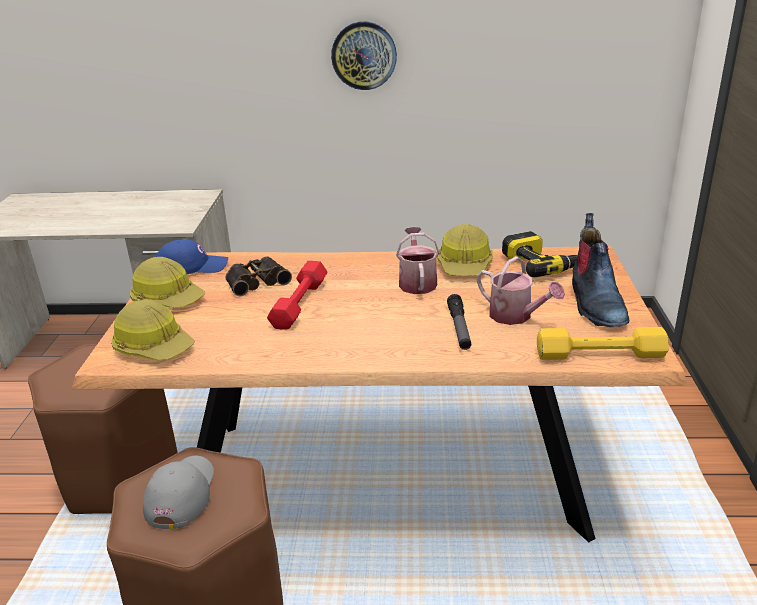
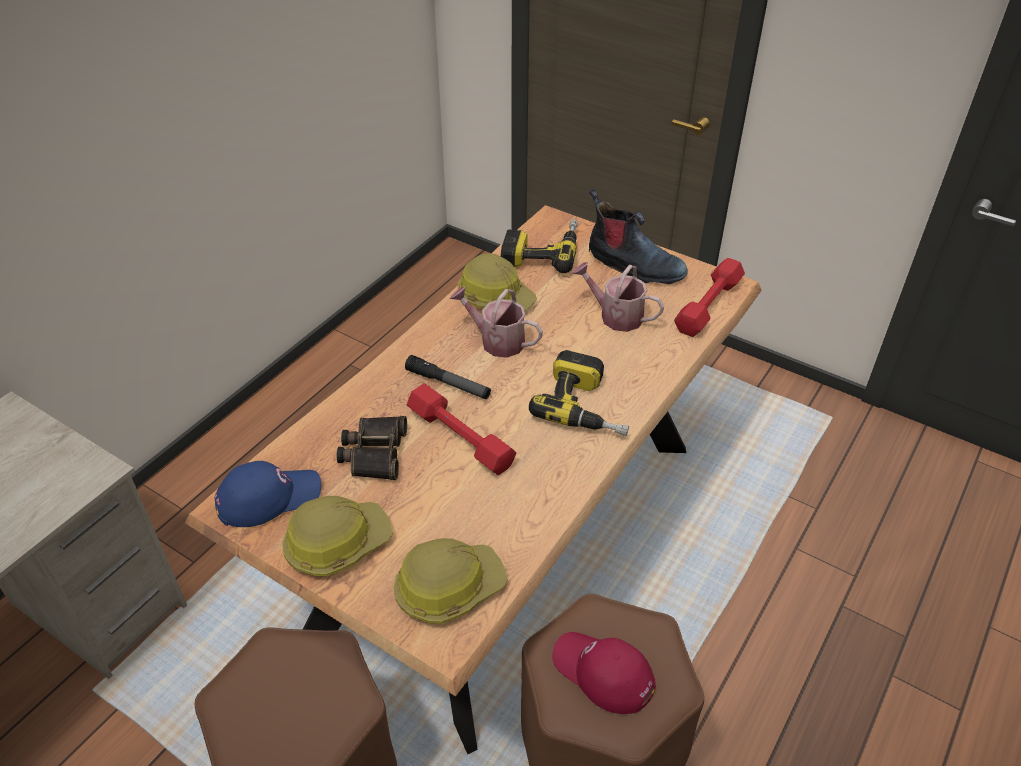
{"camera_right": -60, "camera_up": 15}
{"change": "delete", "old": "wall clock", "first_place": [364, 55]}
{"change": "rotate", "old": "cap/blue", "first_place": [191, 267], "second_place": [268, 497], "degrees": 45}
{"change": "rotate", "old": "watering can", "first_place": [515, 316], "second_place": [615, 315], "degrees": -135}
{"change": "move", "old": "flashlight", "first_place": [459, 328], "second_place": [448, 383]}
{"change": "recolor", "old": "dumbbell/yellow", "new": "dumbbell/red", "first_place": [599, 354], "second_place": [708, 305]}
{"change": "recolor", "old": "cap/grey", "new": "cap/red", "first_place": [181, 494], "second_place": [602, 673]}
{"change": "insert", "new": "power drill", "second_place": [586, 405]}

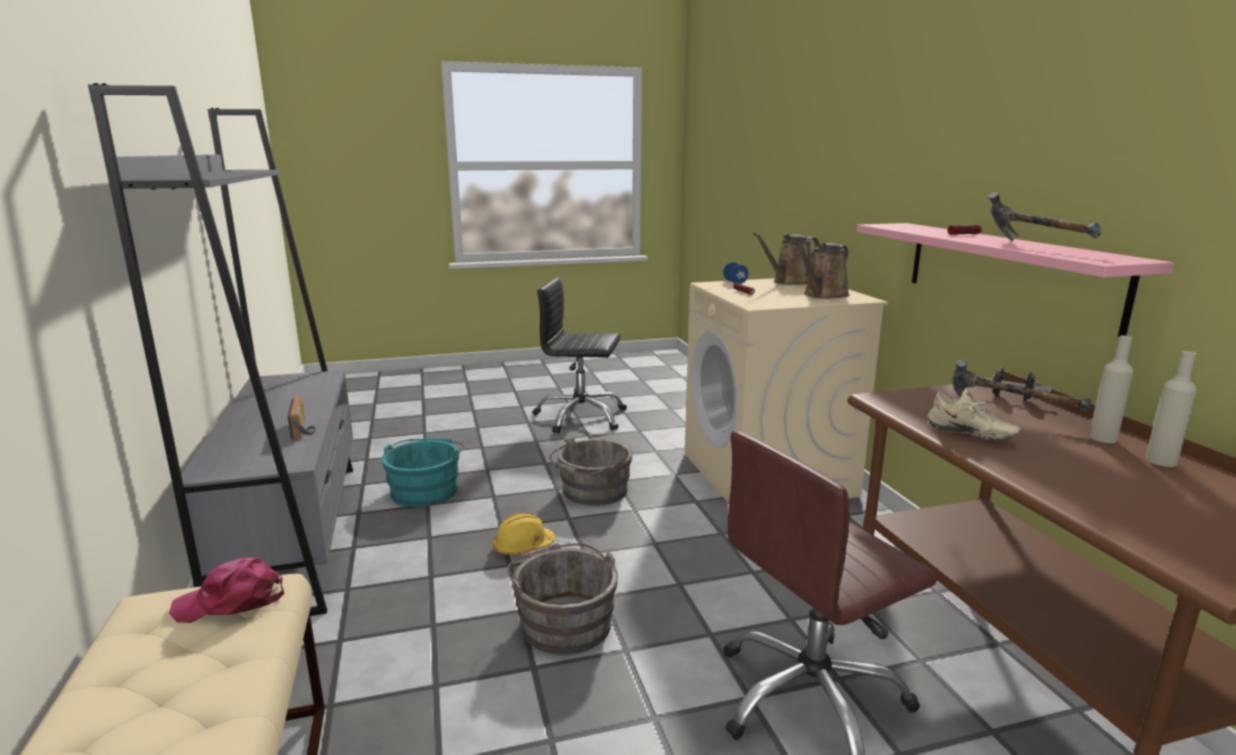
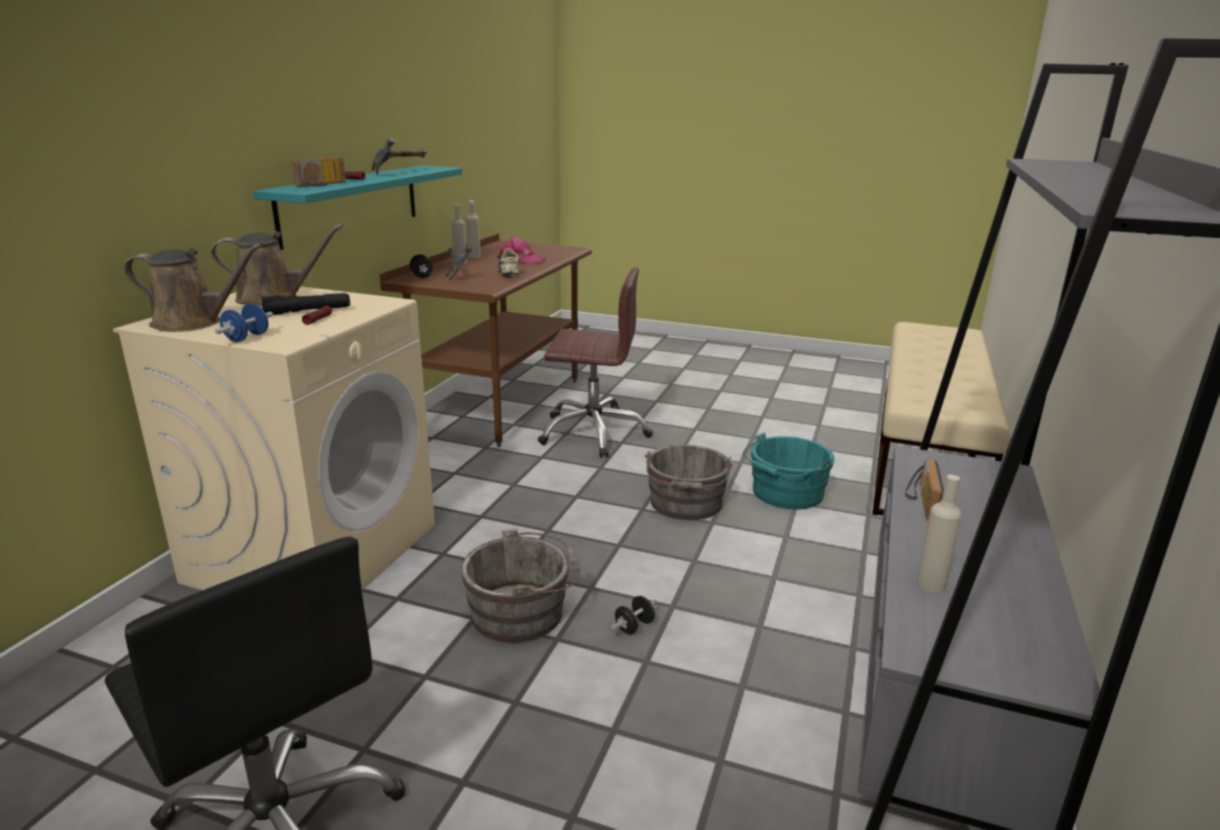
{"camera_right": -145, "camera_up": 5}
{"change": "recolor", "old": "shelf/pink", "new": "shelf/turquoise", "first_place": [1006, 272], "second_place": [351, 204]}
{"change": "move", "old": "bucket/turquoise", "first_place": [426, 490], "second_place": [784, 494]}
{"change": "delete", "old": "hard hat/yellow", "first_place": [523, 547]}
{"change": "move", "old": "cap/pink", "first_place": [231, 601], "second_place": [520, 260]}
{"change": "insert", "new": "radio", "second_place": [323, 185]}
{"change": "insert", "new": "flashlight/black", "second_place": [308, 311]}
{"change": "insert", "new": "bottle/beige", "second_place": [931, 584]}
{"change": "insert", "new": "dumbbell/black", "second_place": [634, 627]}

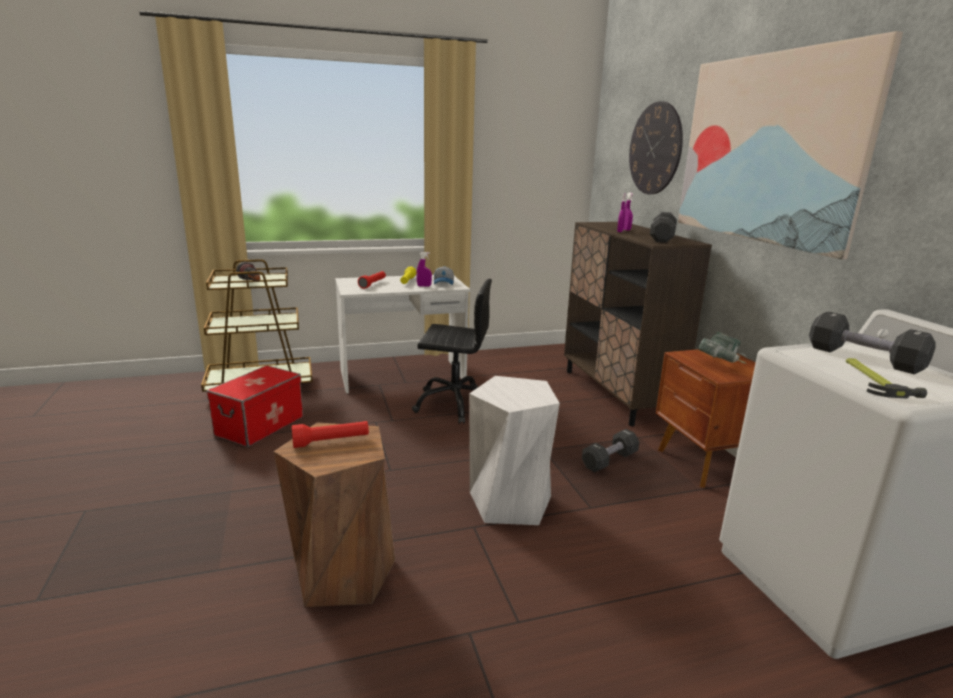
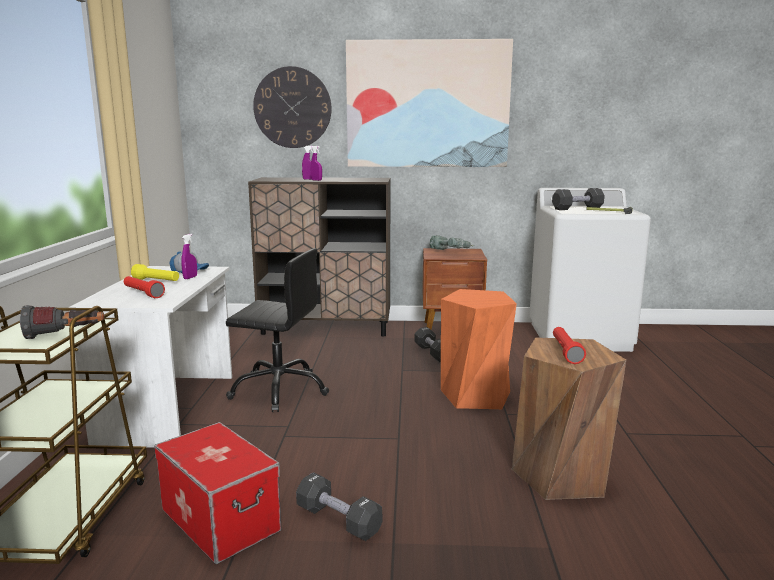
{"camera_right": -70, "camera_up": -5}
{"change": "move", "old": "dumbbell/black", "first_place": [662, 238], "second_place": [338, 520]}
{"change": "rotate", "old": "office chair/black", "first_place": [455, 403], "second_place": [279, 390], "degrees": 75}
{"change": "recolor", "old": "stool/white", "new": "stool/orange", "first_place": [510, 502], "second_place": [476, 395]}

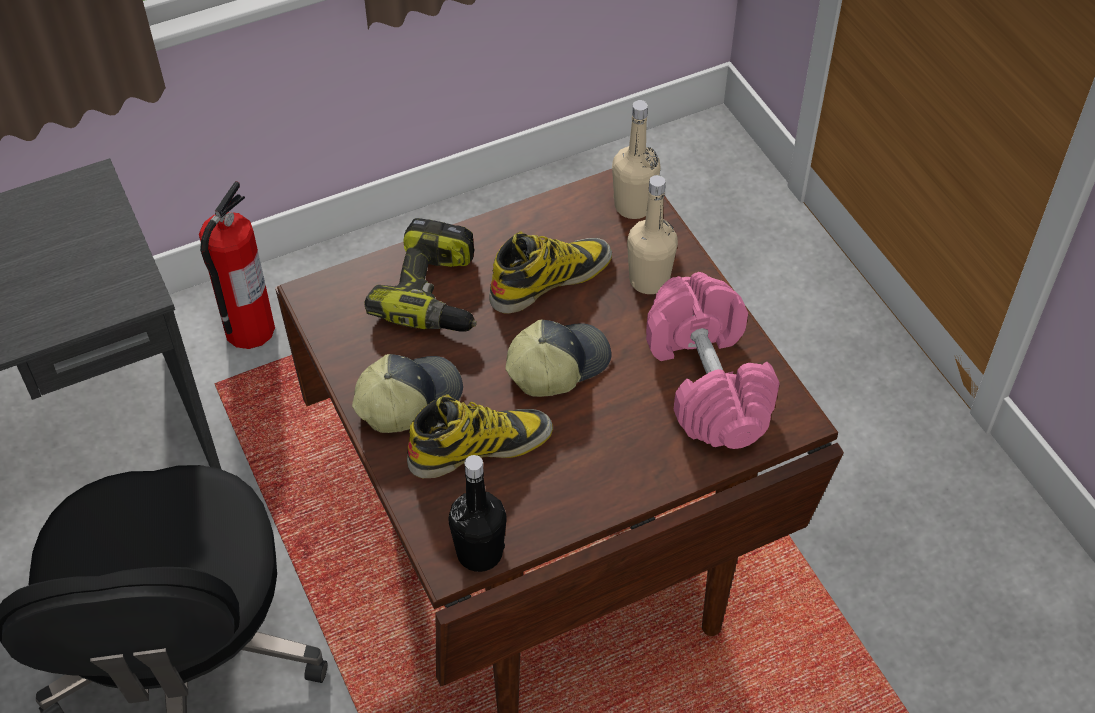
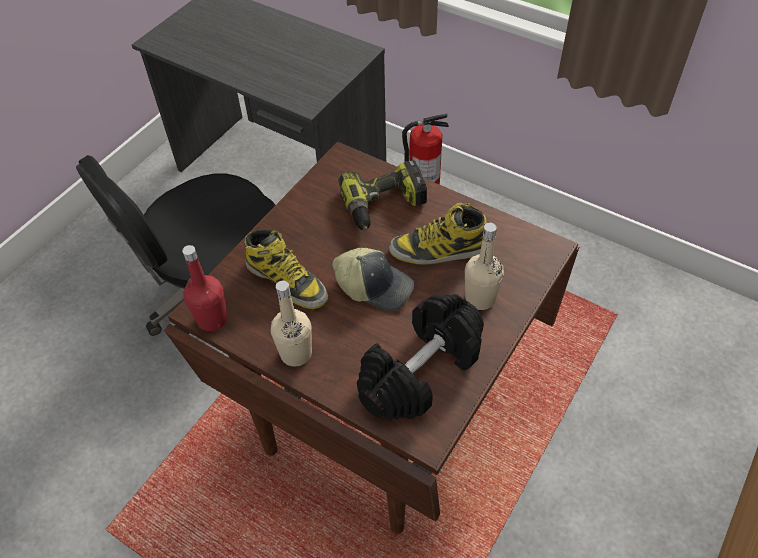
{"camera_right": 60, "camera_up": 0}
{"change": "move", "old": "bottle/beige", "first_place": [633, 206], "second_place": [296, 353]}
{"change": "rotate", "old": "boot", "first_place": [550, 279], "second_place": [438, 250], "degrees": 150}
{"change": "recolor", "old": "dumbbell/pink", "new": "dumbbell/black", "first_place": [709, 382], "second_place": [421, 372]}
{"change": "delete", "old": "cap", "first_place": [407, 399]}
{"change": "recolor", "old": "bottle/black", "new": "bottle/red", "first_place": [479, 553], "second_place": [212, 319]}

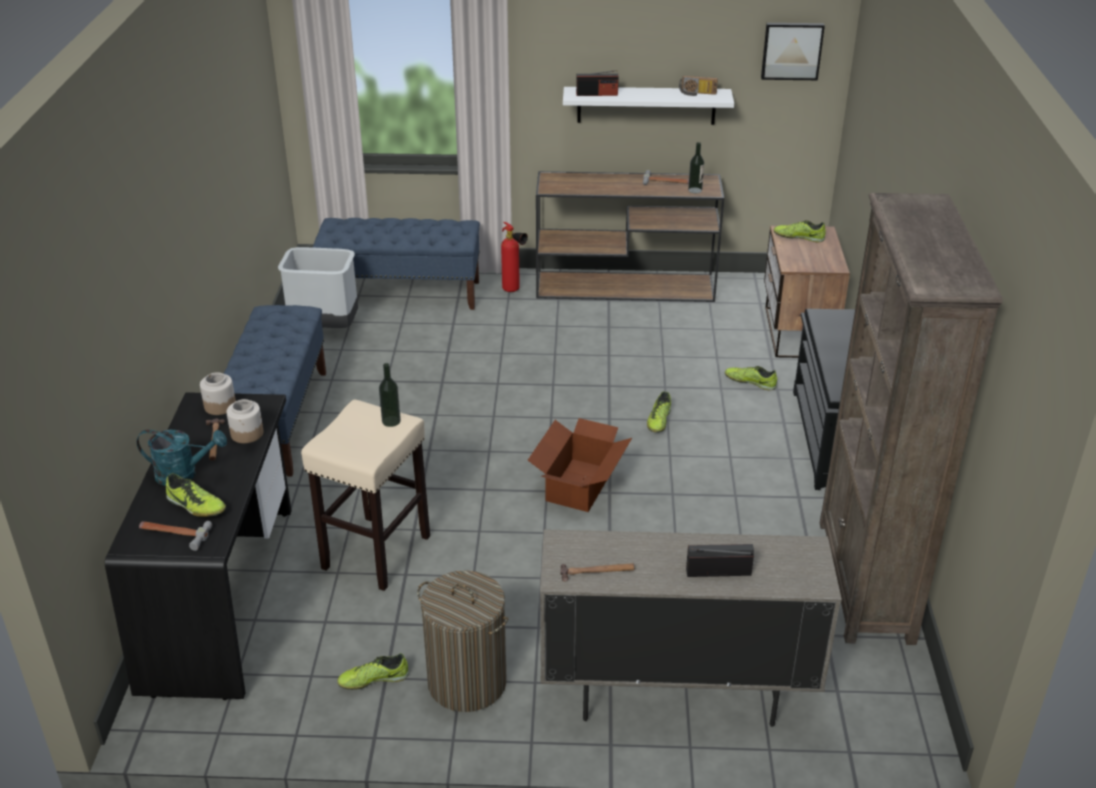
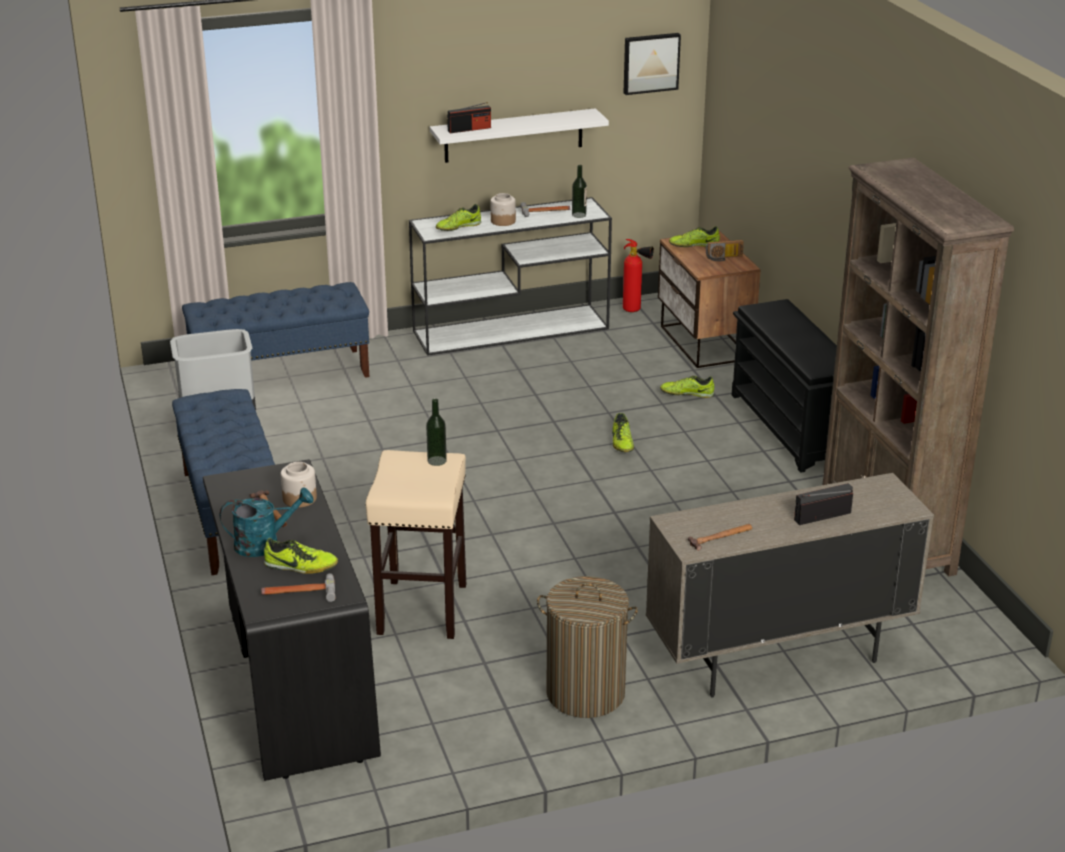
{"camera_right": -20, "camera_up": -5}
{"change": "move", "old": "radio", "first_place": [697, 94], "second_place": [724, 258]}
{"change": "recolor", "old": "console table/brown", "new": "console table/white", "first_place": [626, 286], "second_place": [512, 329]}
{"change": "move", "old": "fire extinguisher", "first_place": [514, 291], "second_place": [635, 311]}
{"change": "move", "old": "jar", "first_place": [220, 406], "second_place": [502, 221]}
{"change": "delete", "old": "cardboard box", "first_place": [578, 485]}
{"change": "move", "old": "shoe", "first_place": [373, 679], "second_place": [458, 227]}

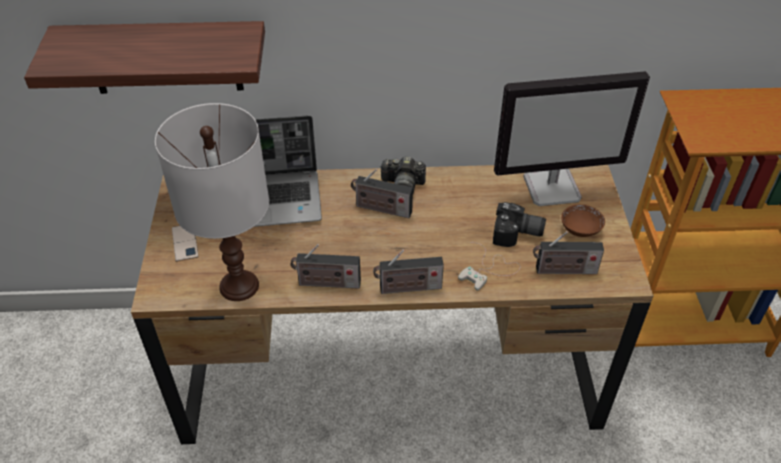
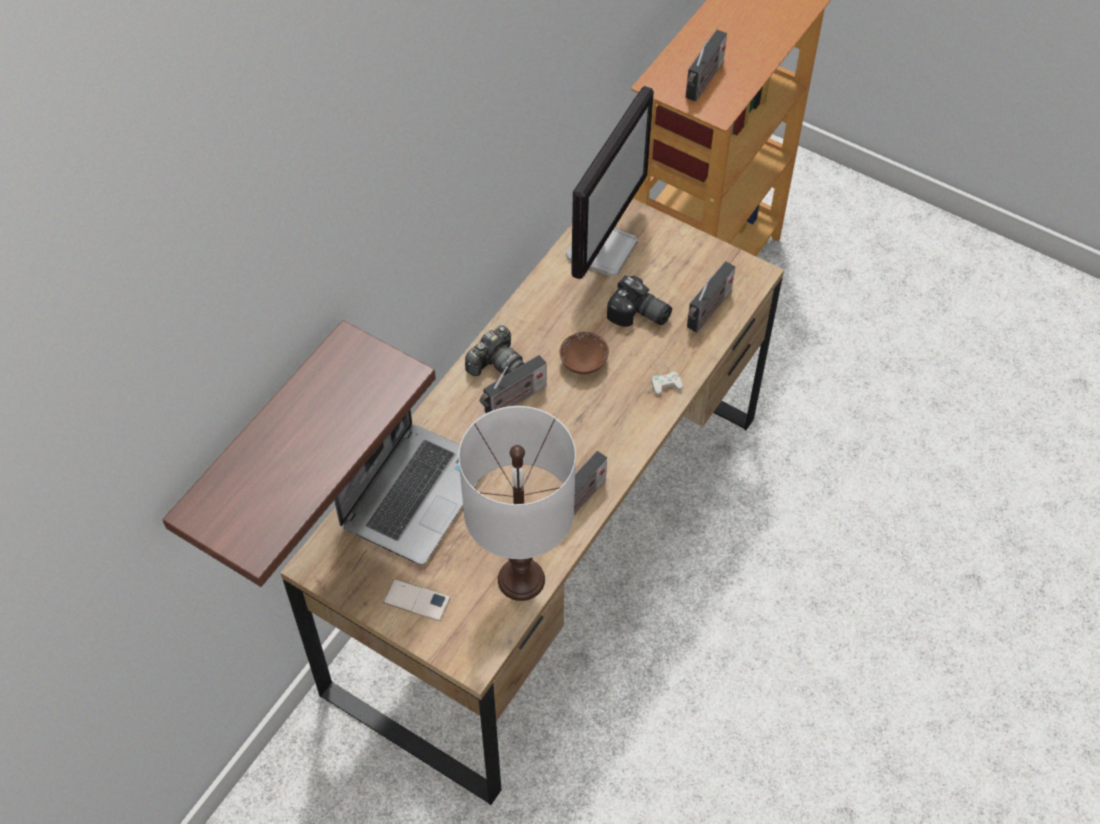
{"camera_right": -55, "camera_up": 10}
{"change": "rotate", "old": "photo camera", "first_place": [517, 235], "second_place": [639, 315], "degrees": 75}
{"change": "move", "old": "bowl/brown", "first_place": [580, 229], "second_place": [584, 362]}
{"change": "move", "old": "radio", "first_place": [407, 288], "second_place": [704, 82]}

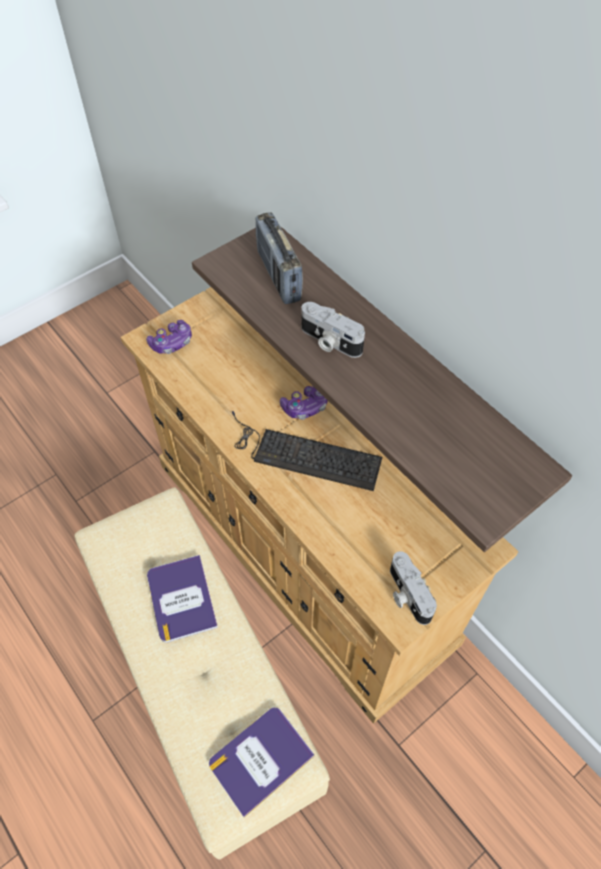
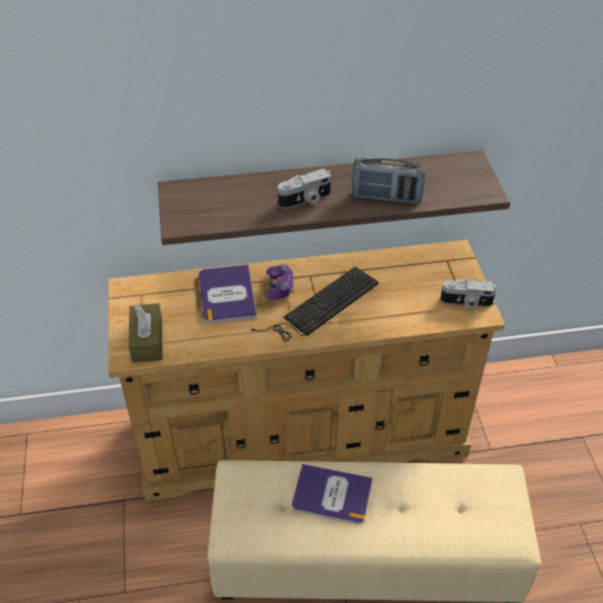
{"camera_right": -60, "camera_up": -10}
{"change": "move", "old": "radio", "first_place": [278, 276], "second_place": [386, 197]}
{"change": "replace", "old": "game controller", "new": "tissue box/brown", "first_place": [172, 343], "second_place": [147, 340]}
{"change": "move", "old": "book", "first_place": [260, 759], "second_place": [227, 295]}

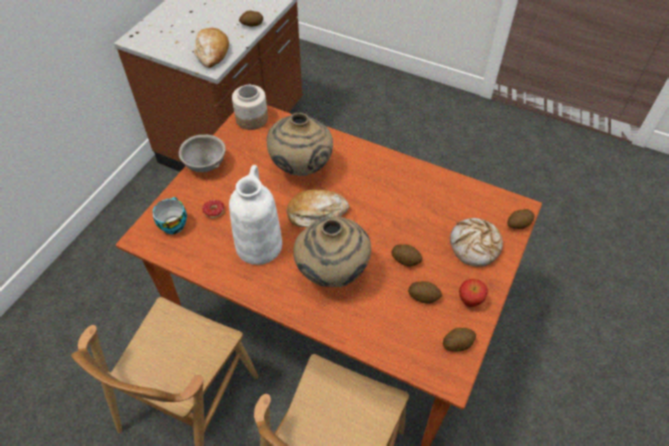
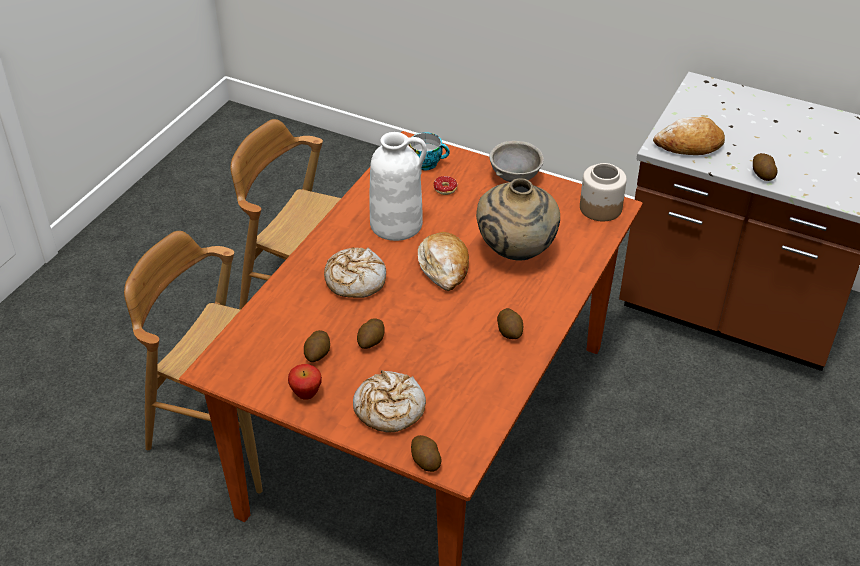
{"camera_right": 90, "camera_up": -10}
{"change": "replace", "old": "vase/beige", "new": "bread", "first_place": [332, 274], "second_place": [355, 280]}
{"change": "move", "old": "potato", "first_place": [457, 343], "second_place": [510, 332]}

